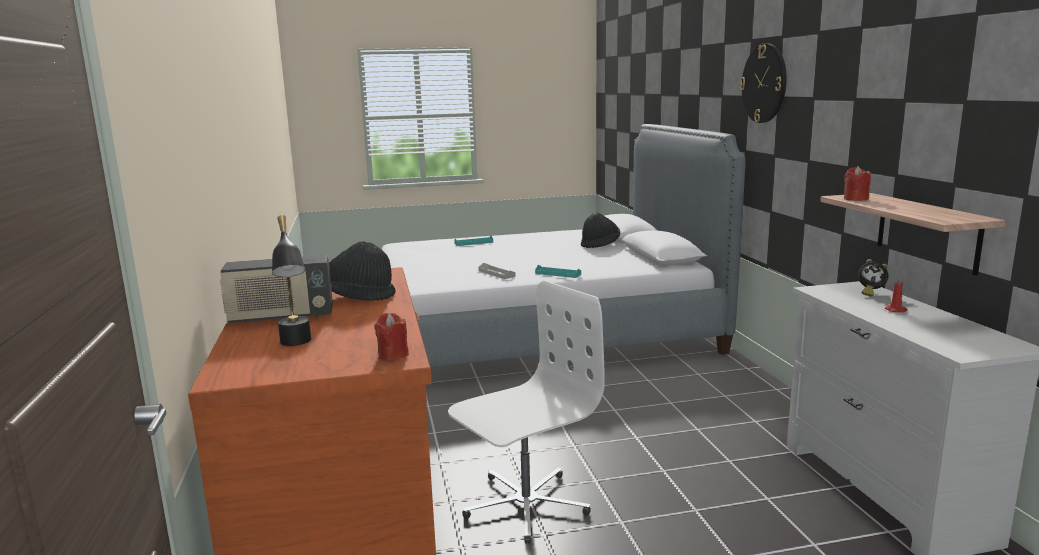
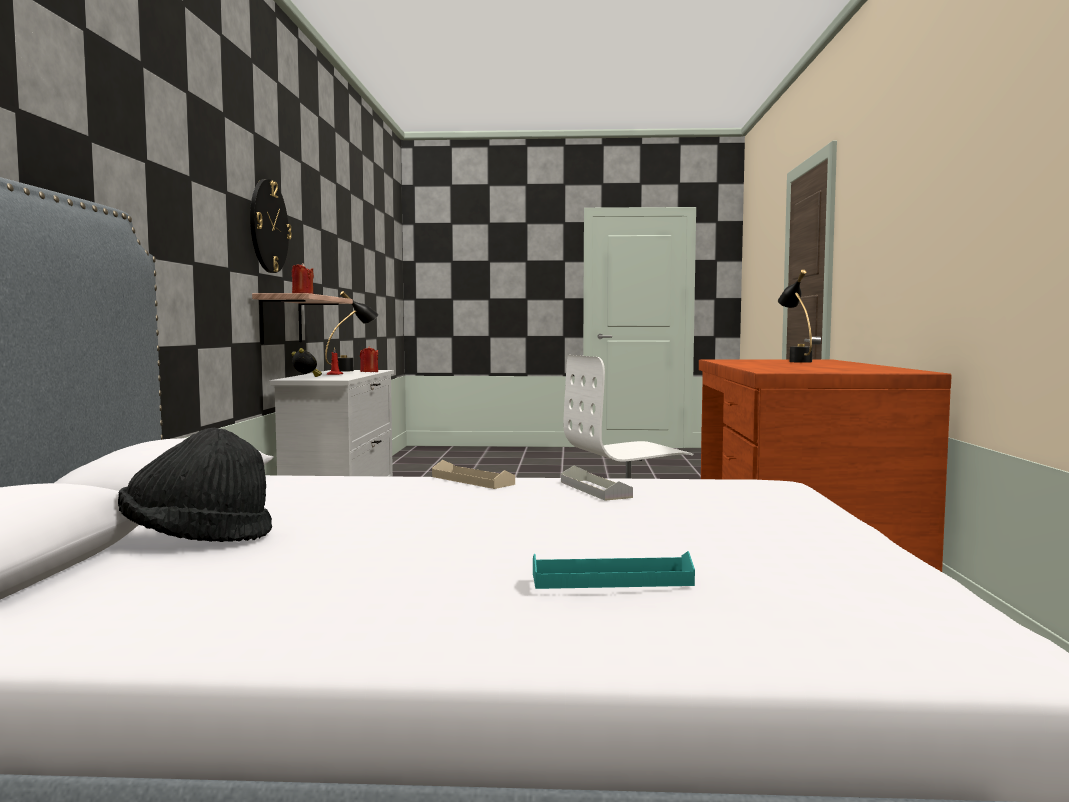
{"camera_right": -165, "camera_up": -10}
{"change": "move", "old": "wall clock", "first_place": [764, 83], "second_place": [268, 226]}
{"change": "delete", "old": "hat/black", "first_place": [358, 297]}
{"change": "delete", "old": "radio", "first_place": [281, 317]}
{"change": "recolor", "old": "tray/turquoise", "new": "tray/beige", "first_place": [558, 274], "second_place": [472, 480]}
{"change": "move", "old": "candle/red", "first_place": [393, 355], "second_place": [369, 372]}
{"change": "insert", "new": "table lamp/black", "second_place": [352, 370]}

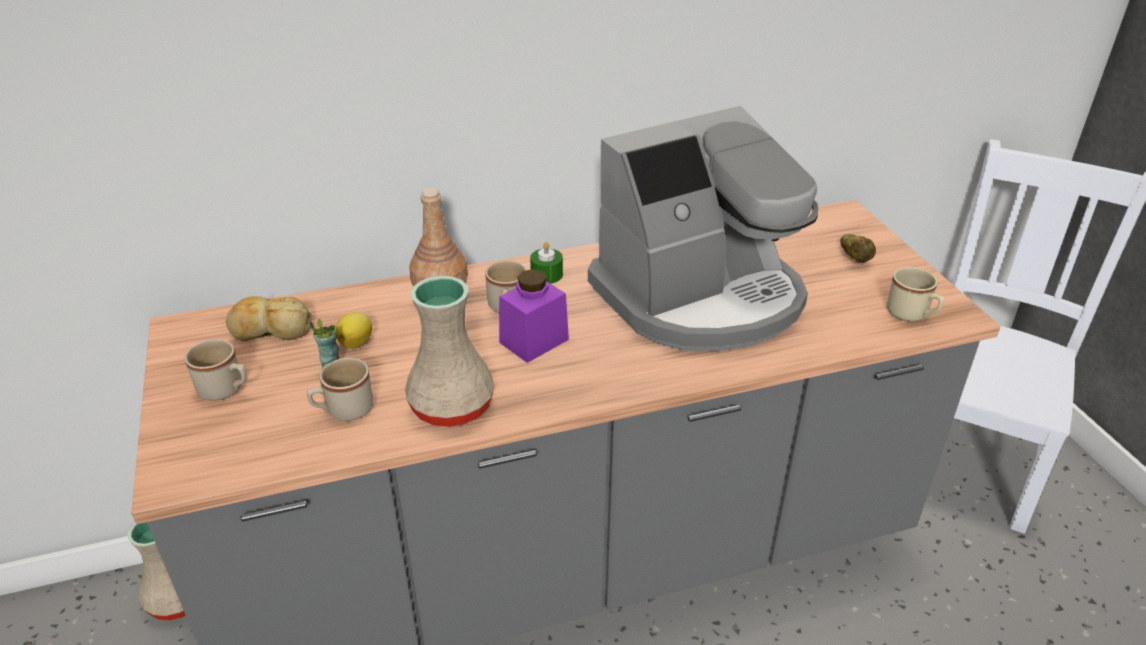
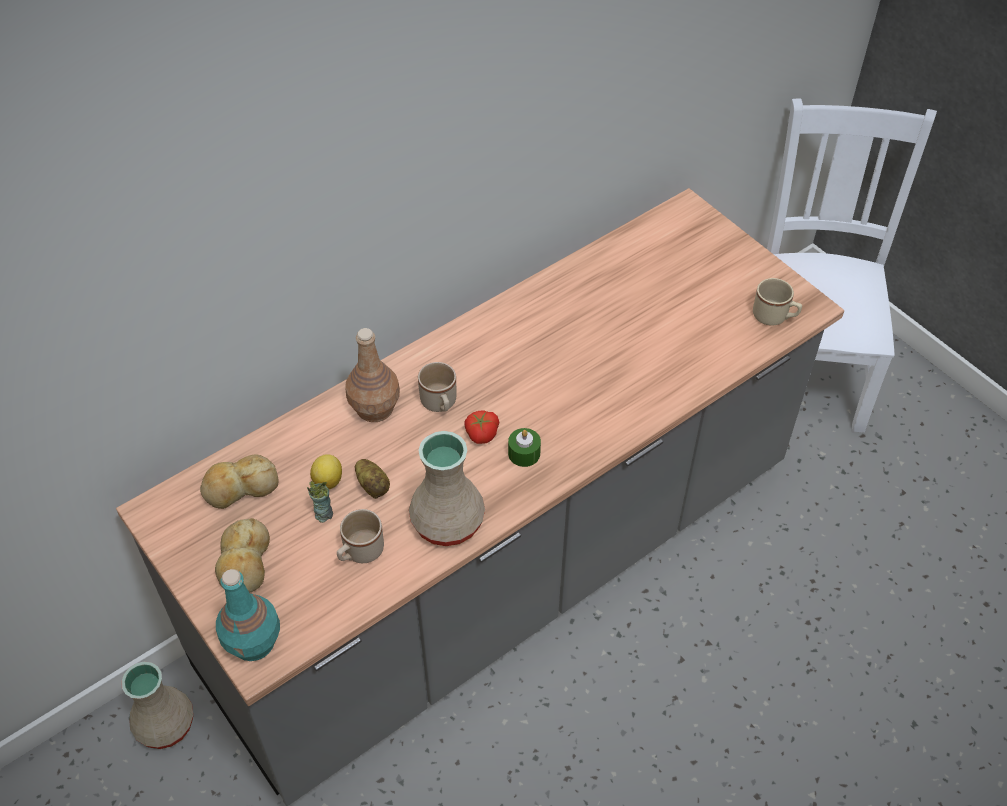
{"camera_right": -20, "camera_up": 15}
{"change": "delete", "old": "coffee machine", "first_place": [701, 297]}
{"change": "move", "old": "potato", "first_place": [855, 259], "second_place": [373, 485]}
{"change": "move", "old": "candle/green", "first_place": [546, 275], "second_place": [524, 453]}
{"change": "replace", "old": "jar/purple", "new": "tomato", "first_place": [534, 341], "second_place": [481, 433]}
{"change": "replace", "old": "mug/beige", "new": "bread", "first_place": [226, 390], "second_place": [244, 563]}
{"change": "insert", "new": "bottle/turquoise", "second_place": [254, 642]}

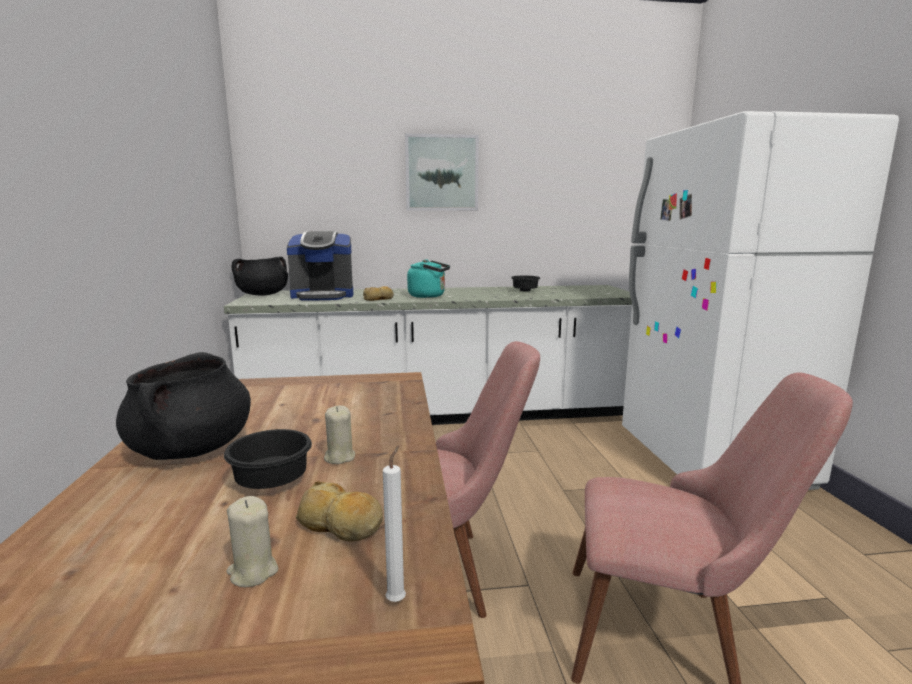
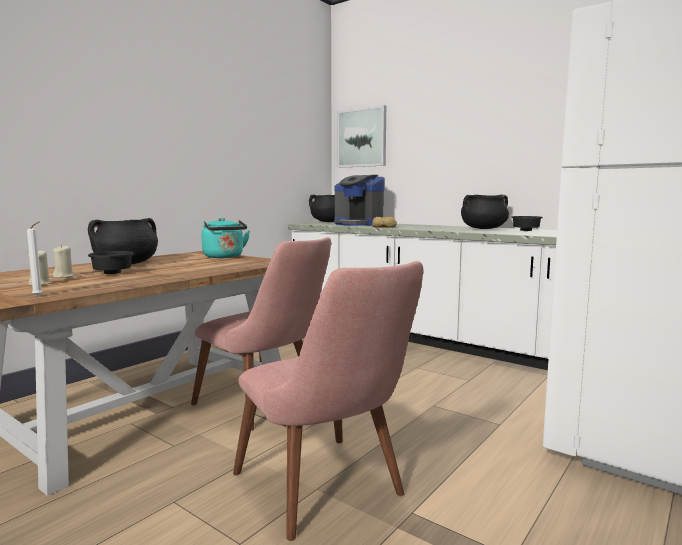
{"camera_right": 45, "camera_up": -5}
{"change": "move", "old": "picture", "first_place": [441, 173], "second_place": [362, 138]}
{"change": "move", "old": "kettle/turquoise", "first_place": [429, 296], "second_place": [224, 257]}
{"change": "move", "old": "candle/beige", "first_place": [339, 457], "second_place": [64, 276]}
{"change": "delete", "old": "bread", "first_place": [341, 525]}
{"change": "insert", "new": "cooking pot/black", "second_place": [484, 229]}

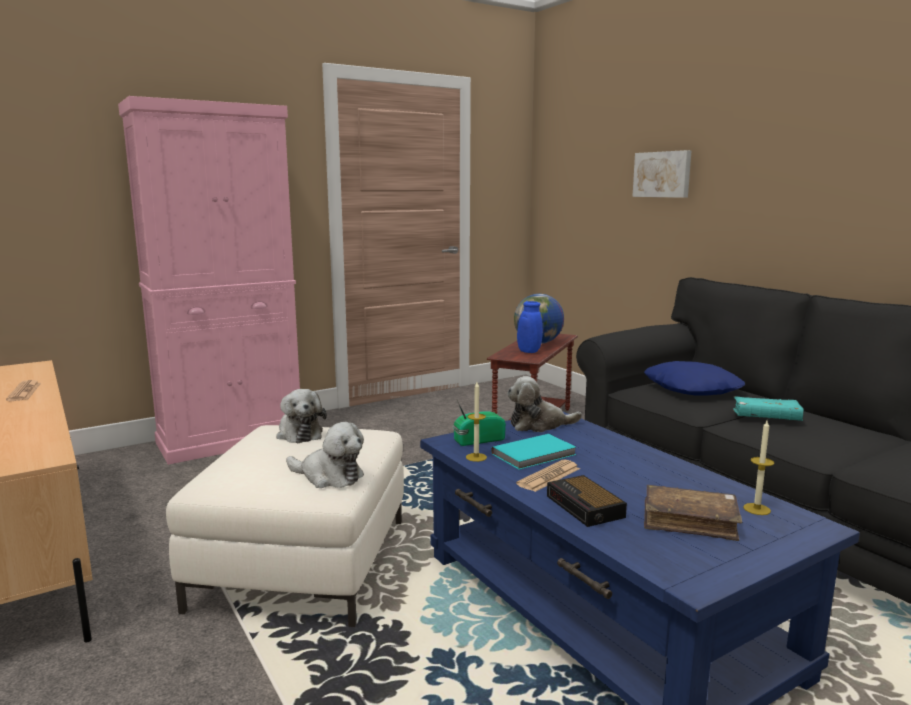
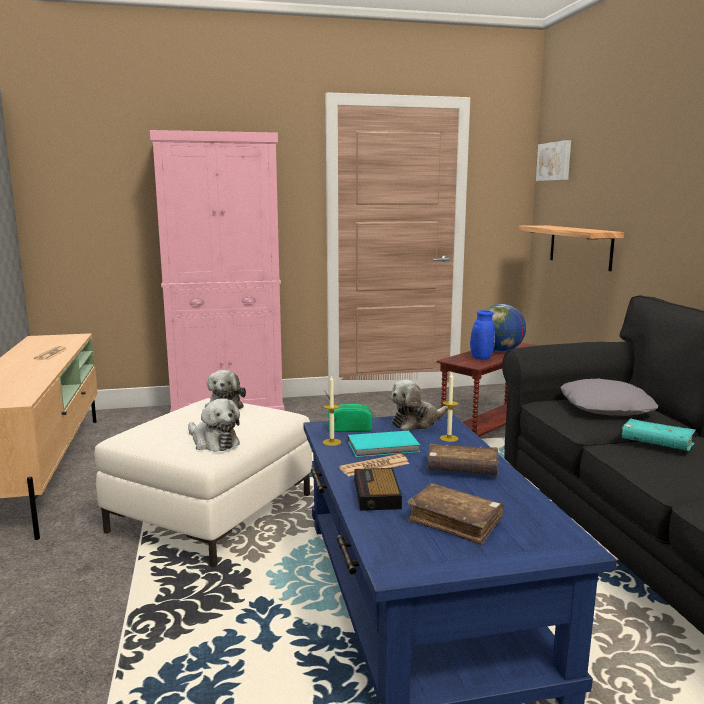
{"camera_right": 20, "camera_up": 0}
{"change": "move", "old": "picture", "first_place": [662, 174], "second_place": [555, 161]}
{"change": "recolor", "old": "pillow/blue", "new": "pillow/grey", "first_place": [692, 388], "second_place": [606, 407]}
{"change": "rotate", "old": "plush toy", "first_place": [539, 425], "second_place": [416, 423], "degrees": -45}
{"change": "move", "old": "candle", "first_place": [756, 509], "second_place": [449, 438]}
{"change": "insert", "new": "shelf", "second_place": [580, 246]}
{"change": "insert", "new": "book/brown", "second_place": [462, 469]}

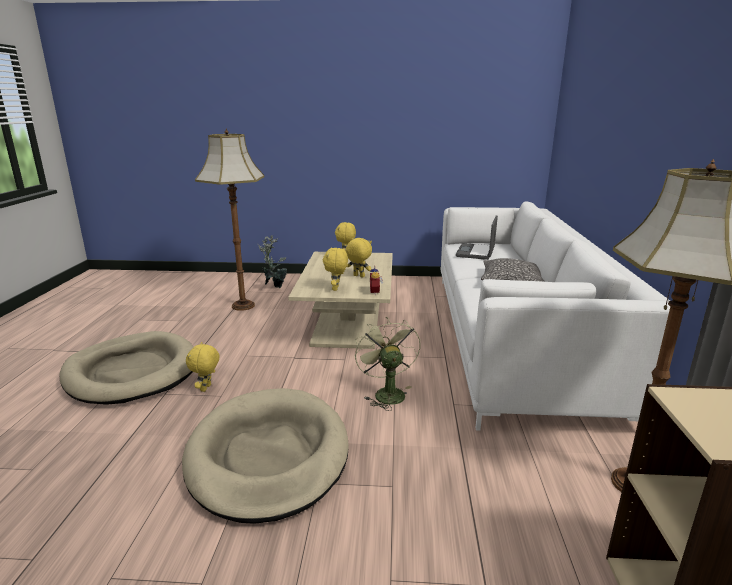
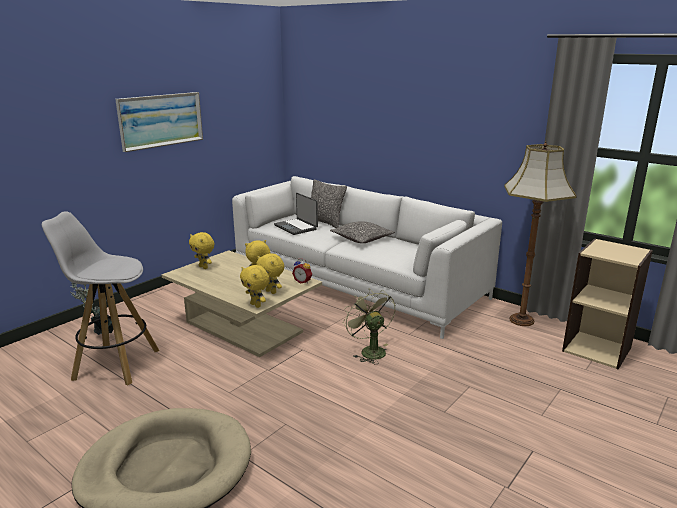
{"camera_right": -55, "camera_up": 0}
{"change": "replace", "old": "floor lamp", "new": "stool/white", "first_place": [242, 305], "second_place": [115, 364]}
{"change": "rotate", "old": "fan/green", "first_place": [386, 393], "second_place": [369, 350], "degrees": 45}
{"change": "move", "old": "plush toy/yellow", "first_place": [206, 388], "second_place": [256, 305]}
{"change": "delete", "old": "dog bed/beige", "first_place": [268, 456]}
{"change": "insert", "new": "picture", "second_place": [161, 120]}
{"change": "insert", "new": "pillow", "second_place": [325, 222]}

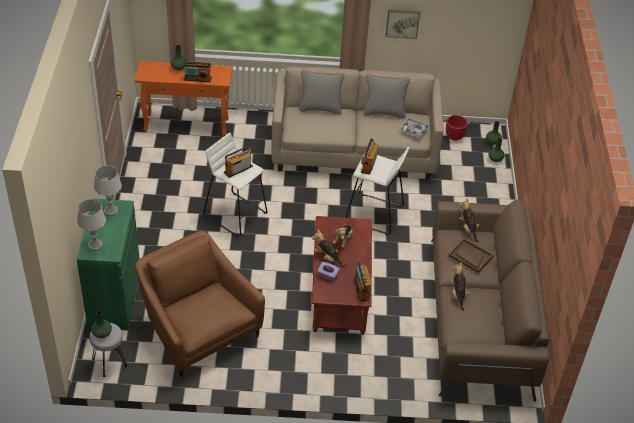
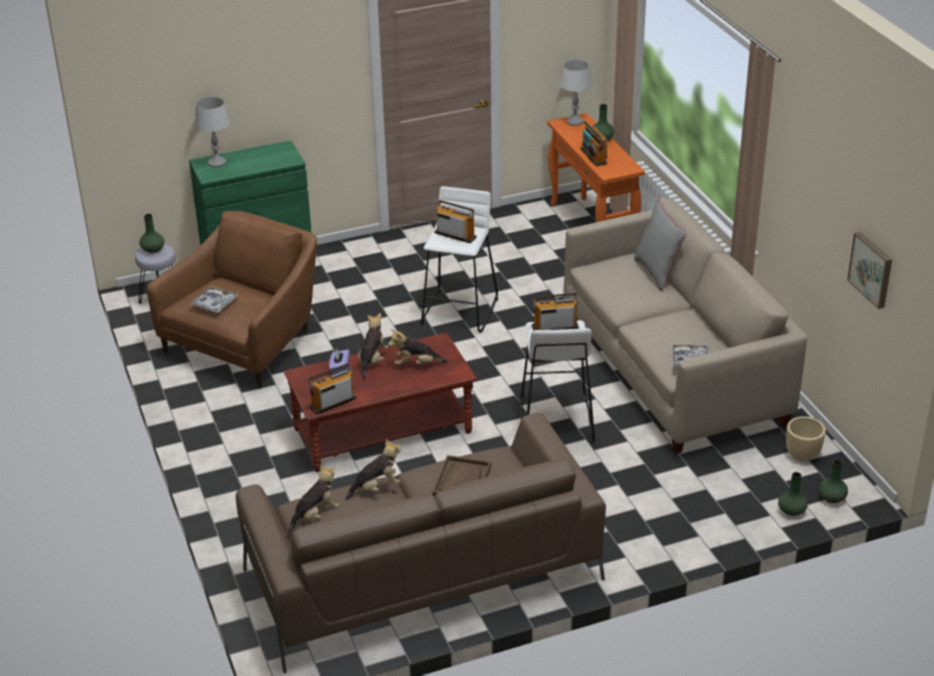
{"camera_right": 70, "camera_up": -10}
{"change": "move", "old": "picture", "first_place": [402, 22], "second_place": [872, 269]}
{"change": "delete", "old": "pillow/grey", "first_place": [384, 112]}
{"change": "recolor", "old": "planter/red", "new": "planter/beige", "first_place": [454, 136], "second_place": [803, 455]}
{"change": "move", "old": "table lamp/grey", "first_place": [111, 211], "second_place": [575, 121]}
{"change": "move", "old": "plush toy", "first_place": [468, 228], "second_place": [315, 515]}
{"change": "insert", "new": "tray", "second_place": [214, 303]}

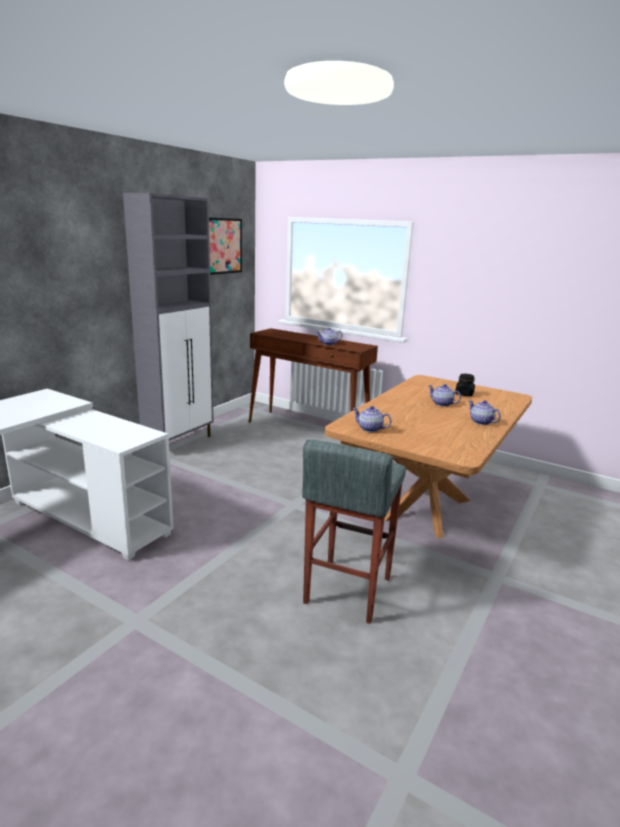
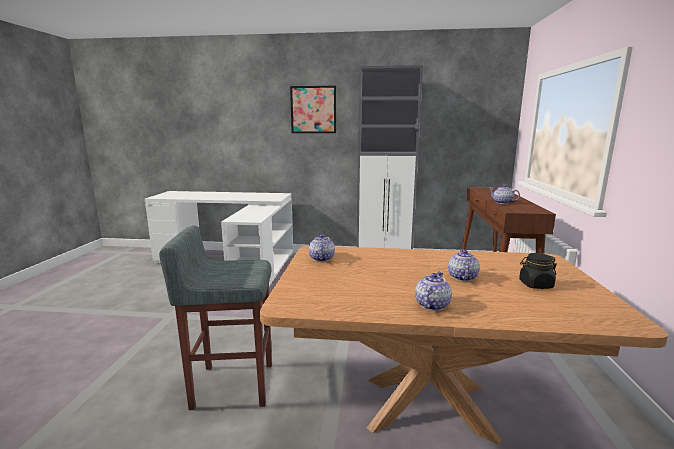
{"camera_right": 65, "camera_up": -5}
{"change": "move", "old": "picture", "first_place": [222, 246], "second_place": [313, 110]}

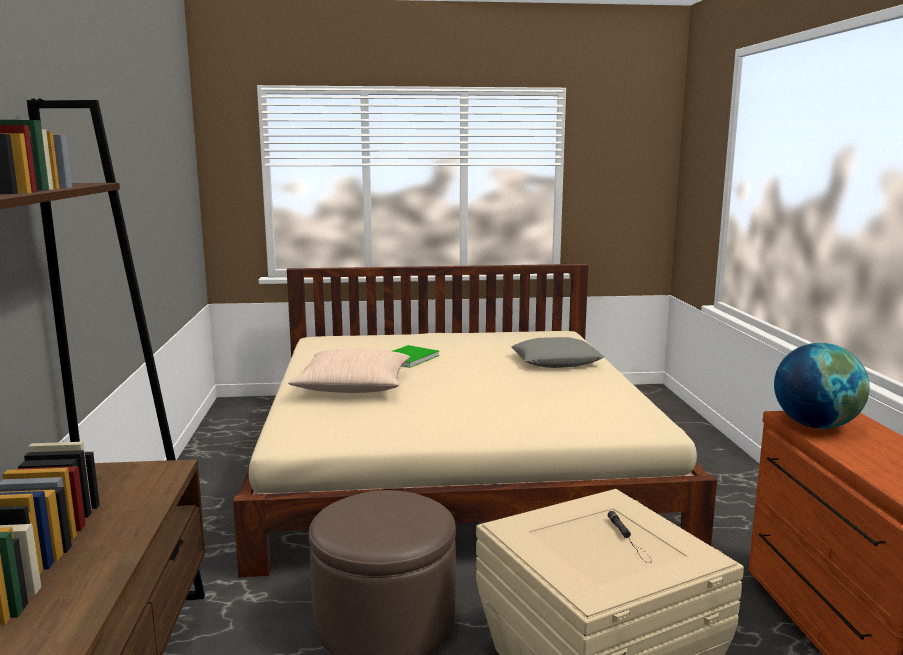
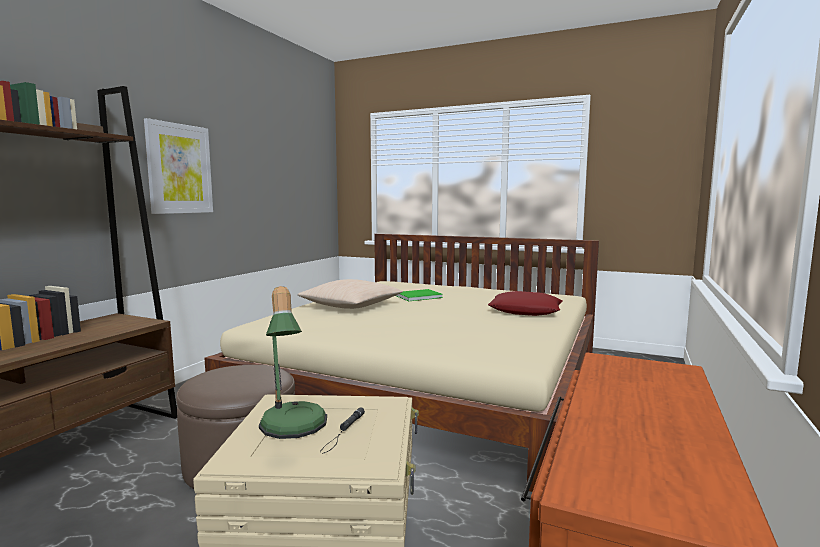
{"camera_right": 30, "camera_up": -5}
{"change": "recolor", "old": "pillow/grey", "new": "pillow/red", "first_place": [556, 361], "second_place": [525, 311]}
{"change": "delete", "old": "globe", "first_place": [815, 425]}
{"change": "insert", "new": "picture", "second_place": [179, 169]}
{"change": "insert", "new": "table lamp", "second_place": [292, 429]}

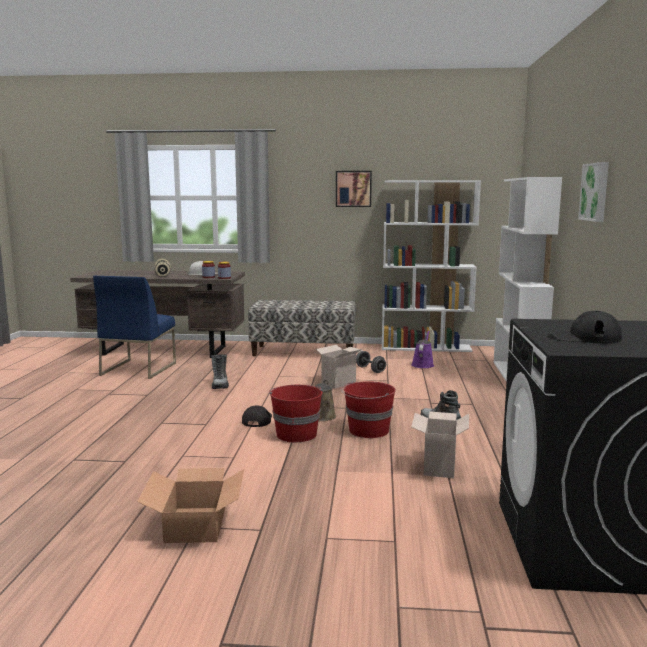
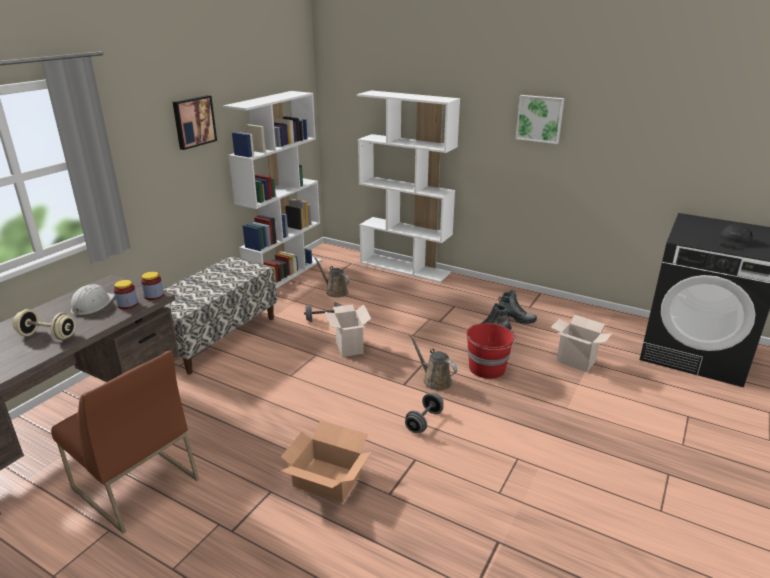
{"camera_right": -65, "camera_up": 15}
{"change": "recolor", "old": "chair/blue", "new": "chair/brown", "first_place": [138, 369], "second_place": [134, 484]}
{"change": "recolor", "old": "watering can/purple", "new": "watering can/brown", "first_place": [423, 364], "second_place": [335, 291]}
{"change": "move", "old": "boot", "first_place": [220, 384], "second_place": [514, 318]}
{"change": "delete", "old": "bucket/red", "first_place": [296, 434]}
{"change": "replace", "old": "cap/black", "new": "dumbbell/grey", "first_place": [257, 420], "second_place": [424, 421]}
{"change": "move", "old": "cardboard box", "first_place": [196, 524], "second_place": [327, 479]}

